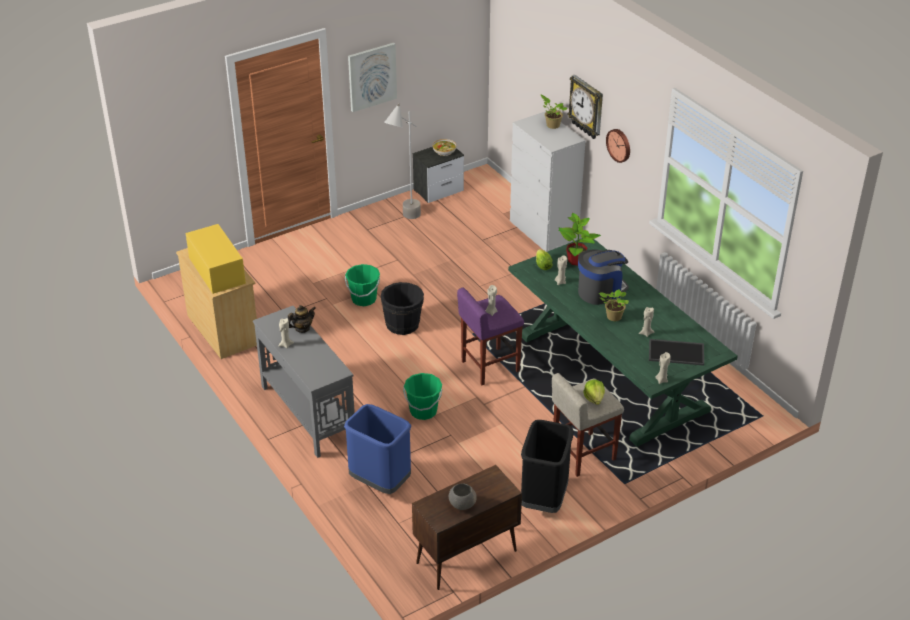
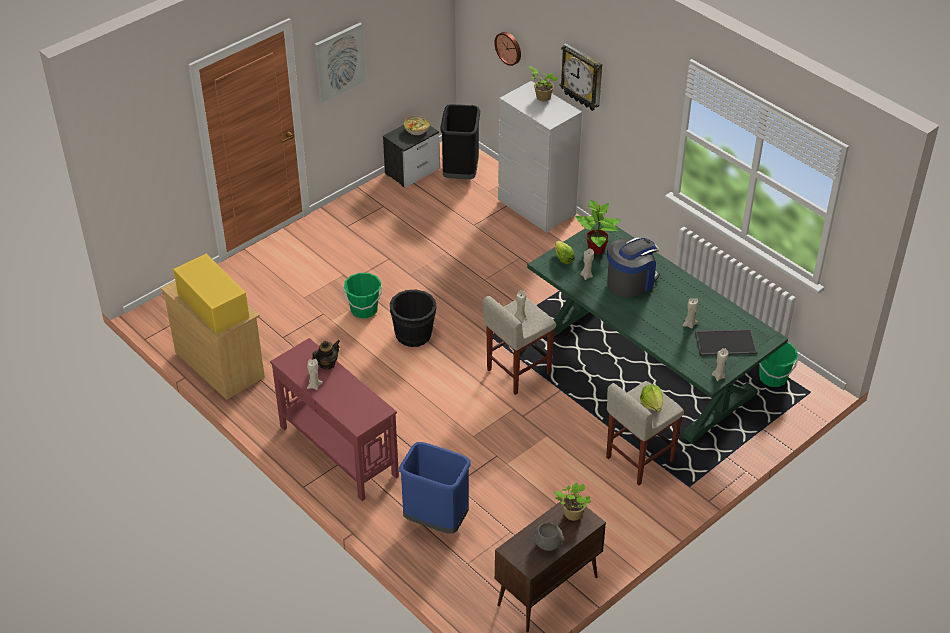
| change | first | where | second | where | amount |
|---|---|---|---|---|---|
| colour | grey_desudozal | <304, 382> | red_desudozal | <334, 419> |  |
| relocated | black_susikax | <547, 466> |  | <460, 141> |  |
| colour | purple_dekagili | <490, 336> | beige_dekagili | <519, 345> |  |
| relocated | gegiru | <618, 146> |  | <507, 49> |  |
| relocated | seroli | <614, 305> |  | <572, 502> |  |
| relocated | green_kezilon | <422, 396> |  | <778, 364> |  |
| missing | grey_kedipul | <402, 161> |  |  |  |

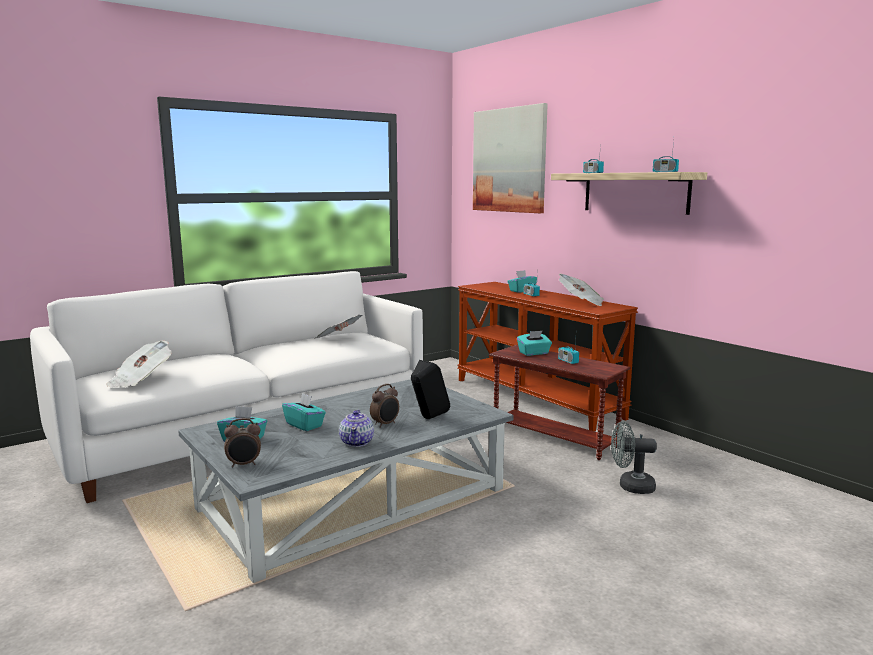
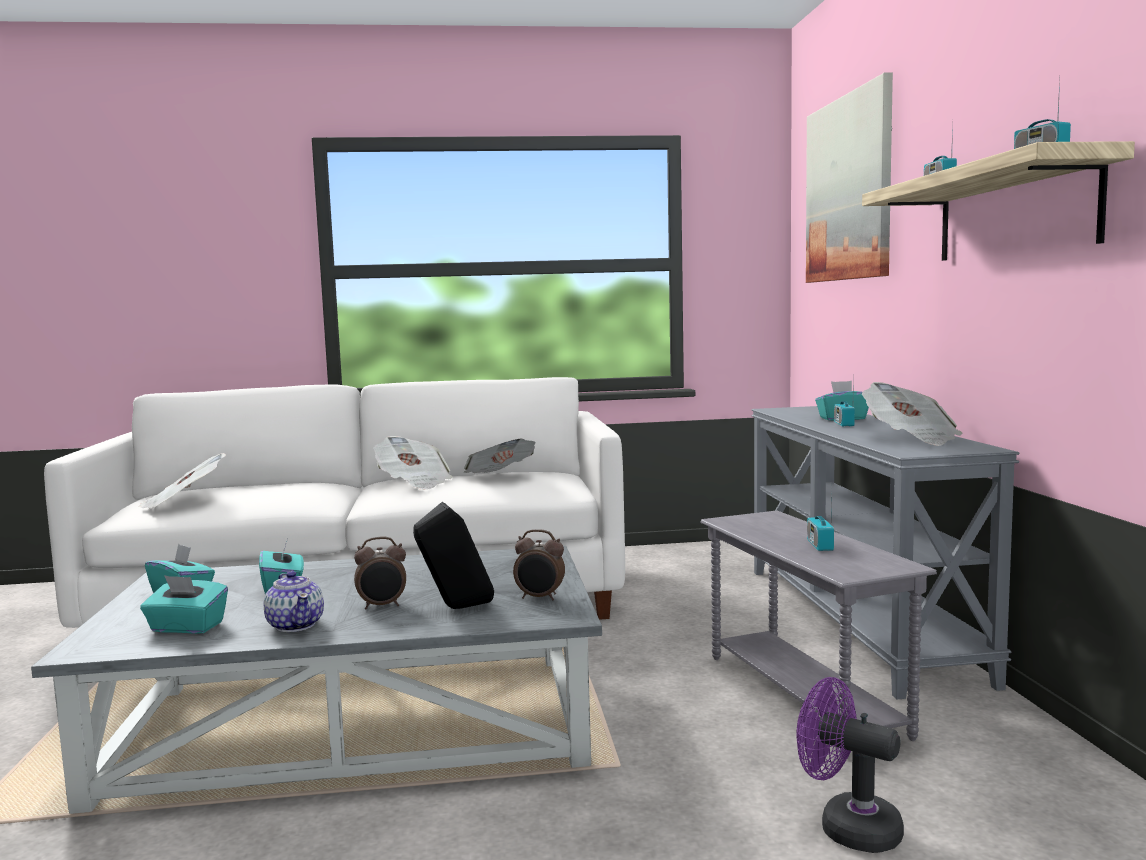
| change | first | where | second | where | amount |
|---|---|---|---|---|---|
| relocated | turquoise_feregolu | <534, 343> |  | <184, 604> |  |
| spun | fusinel | <356, 428> |  | <294, 601> | 60 degrees counterclockwise |
| appeared |  |  | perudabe | <413, 463> |  |
| relocated | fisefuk | <242, 442> |  | <539, 565> |  |
| colour | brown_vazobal | <560, 402> | grey_vazobal | <818, 633> |  |
| colour | brown_desudozal | <547, 356> | grey_desudozal | <885, 552> |  |
| colour | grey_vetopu | <634, 457> | purple_vetopu | <850, 765> |  |

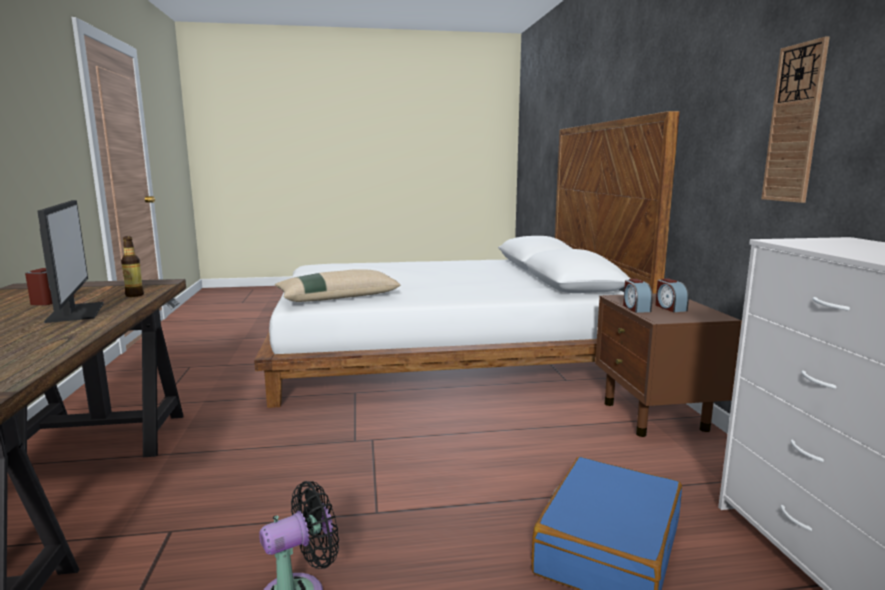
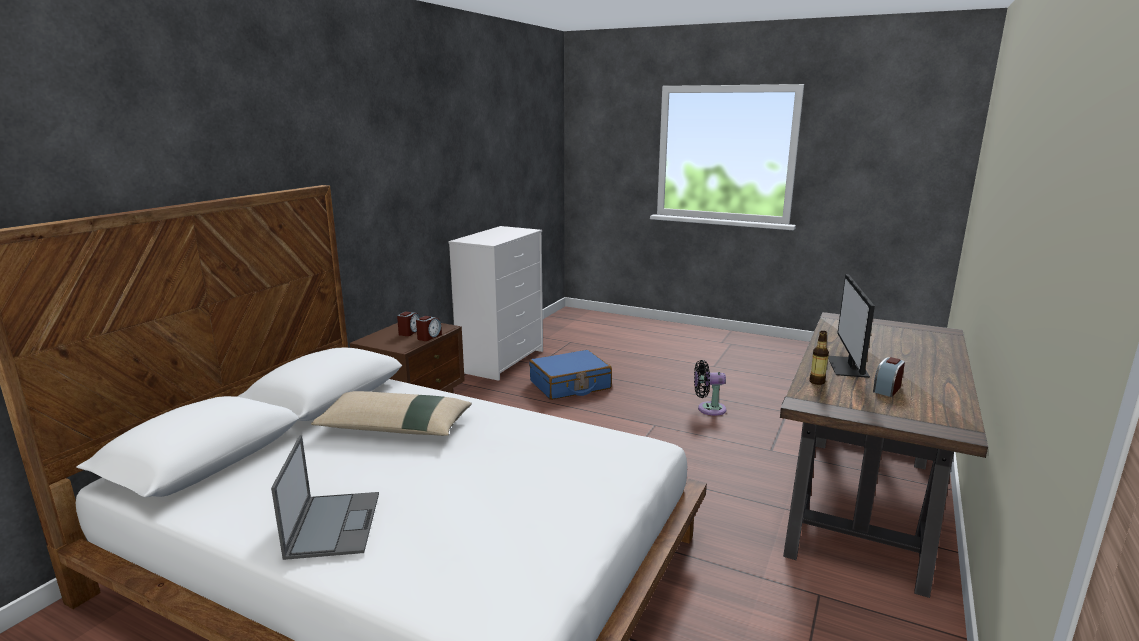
| change | first | where | second | where | amount |
|---|---|---|---|---|---|
| appeared |  |  | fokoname | <325, 497> |  |
| relocated | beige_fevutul | <337, 285> |  | <391, 413> |  |
| missing | gegiru | <795, 119> |  |  |  |

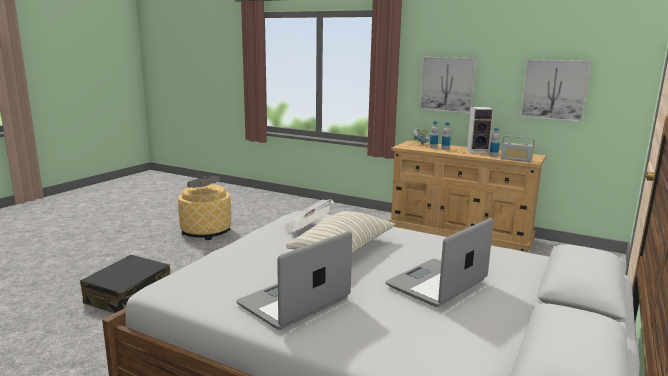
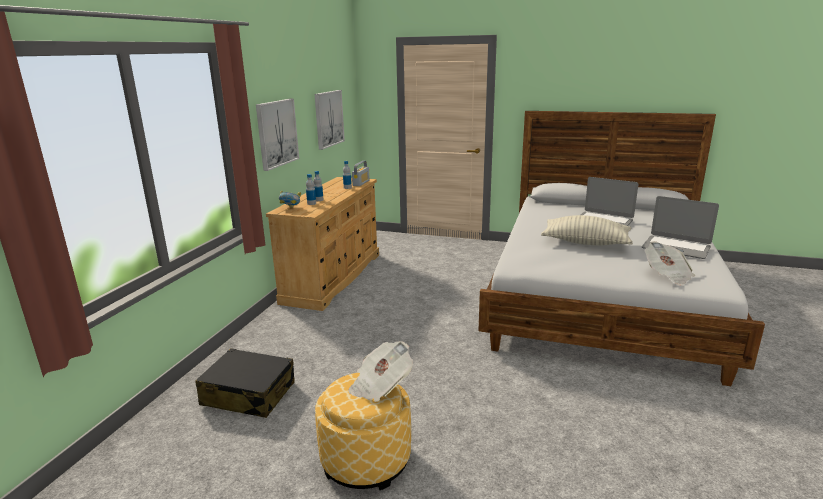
| change | first | where | second | where | amount |
|---|---|---|---|---|---|
| relocated | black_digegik | <125, 284> |  | <245, 383> |  |
| relocated | perudabe | <308, 216> |  | <670, 263> |  |
| missing | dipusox | <480, 130> |  |  |  |

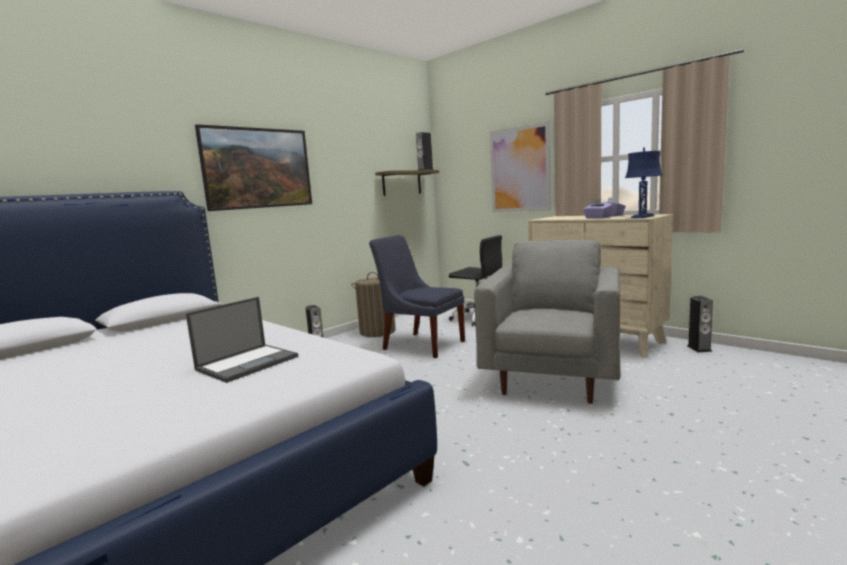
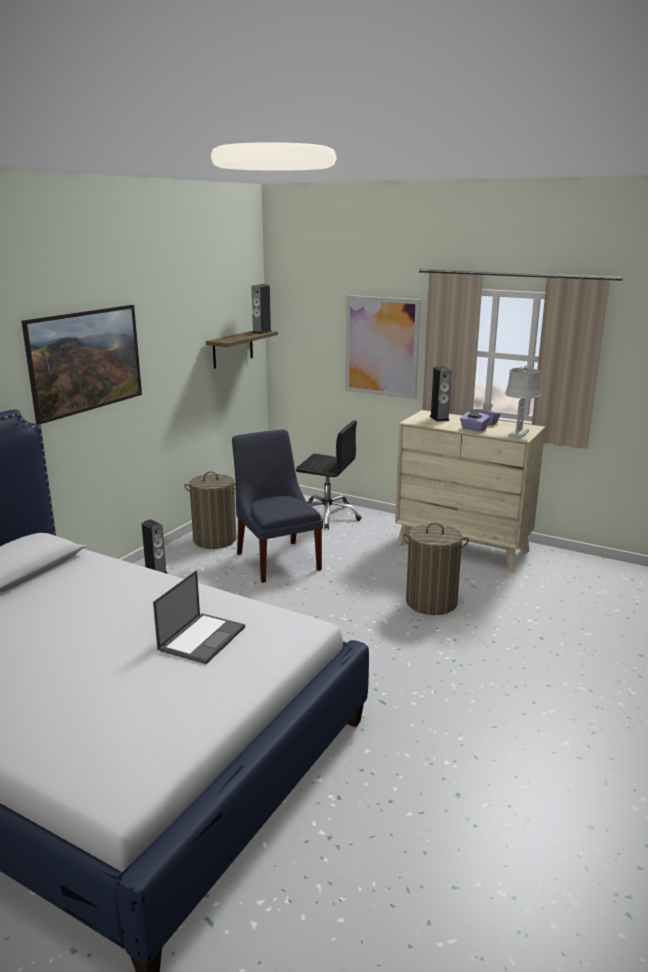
| change | first | where | second | where | amount |
|---|---|---|---|---|---|
| spun | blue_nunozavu | <417, 296> |  | <277, 506> | 45 degrees clockwise |
| exchanged | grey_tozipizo | <547, 322> | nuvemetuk | <435, 569> |  |
| relocated | dipusox | <700, 324> |  | <440, 394> |  |
| colour | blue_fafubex | <644, 182> | grey_fafubex | <523, 401> |  |

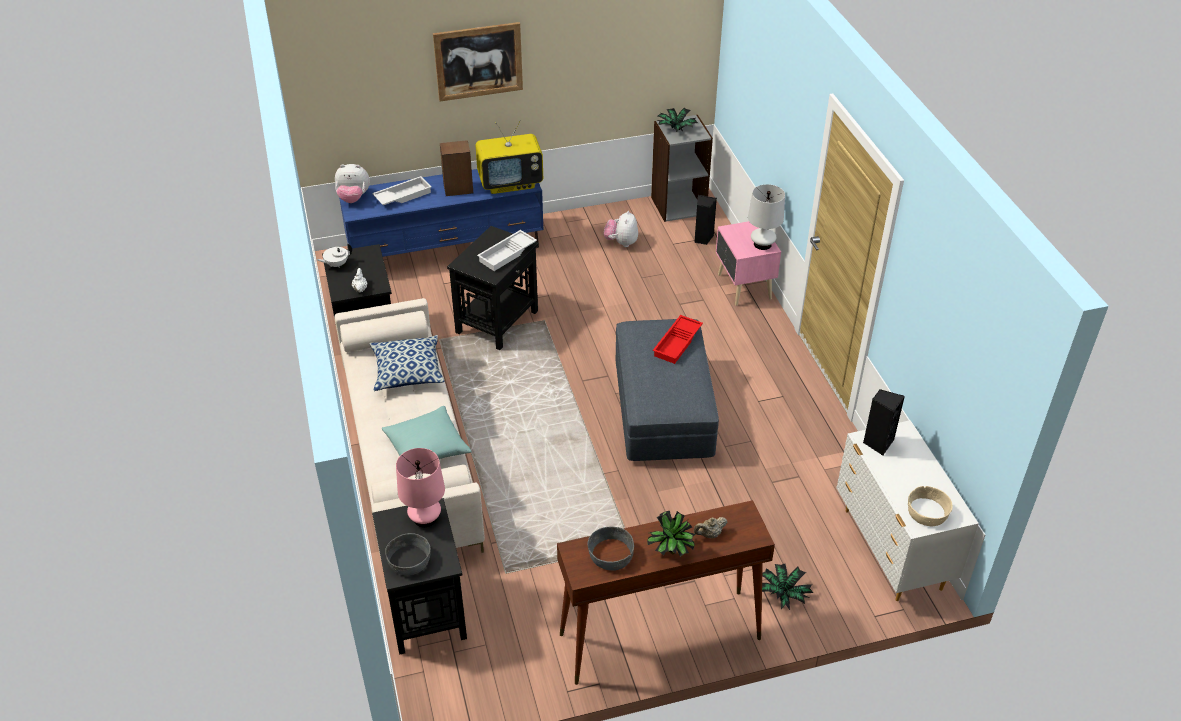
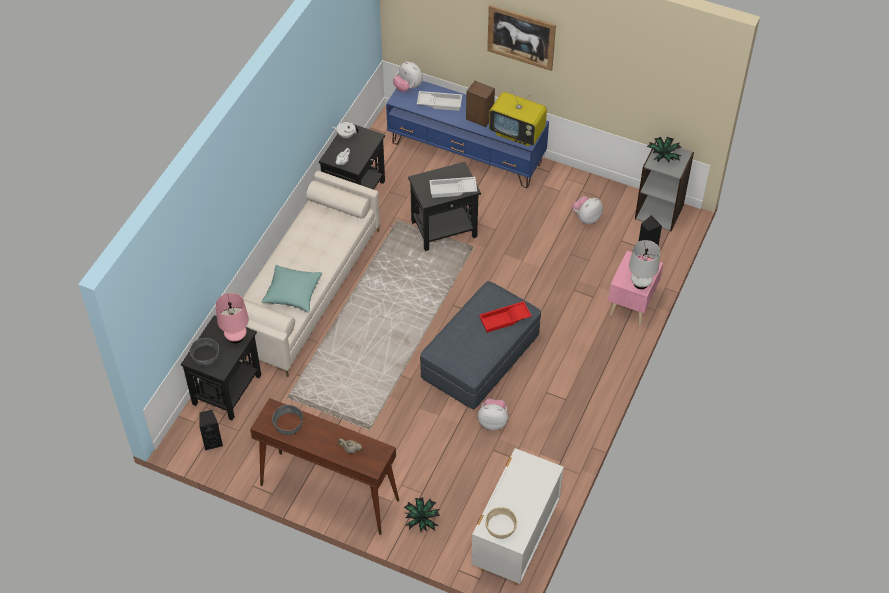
| change | first | where | second | where | amount |
|---|---|---|---|---|---|
| relocated | black_dipusox | <884, 422> |  | <211, 430> |  |
| appeared |  |  | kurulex | <493, 415> |  |
| missing | fevutul | <407, 363> |  |  |  |
| missing | seroli | <671, 534> |  |  |  |

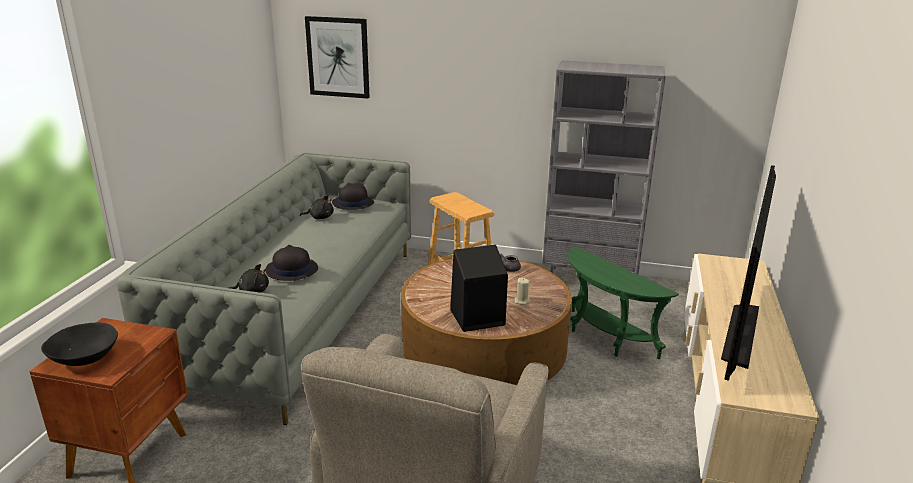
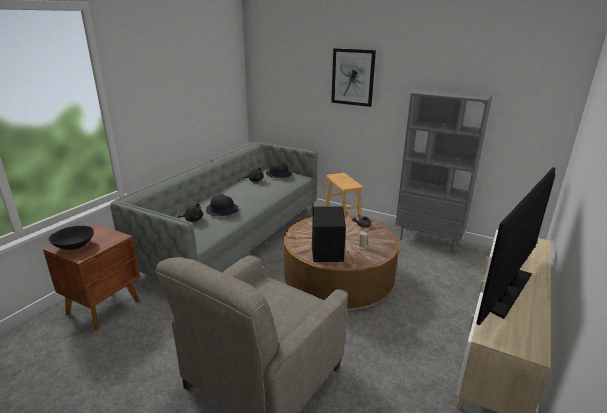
| change | first | where | second | where | amount |
|---|---|---|---|---|---|
| relocated | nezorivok | <337, 57> |  | <353, 77> |  |
| missing | green_vazobal | <623, 302> |  |  |  |

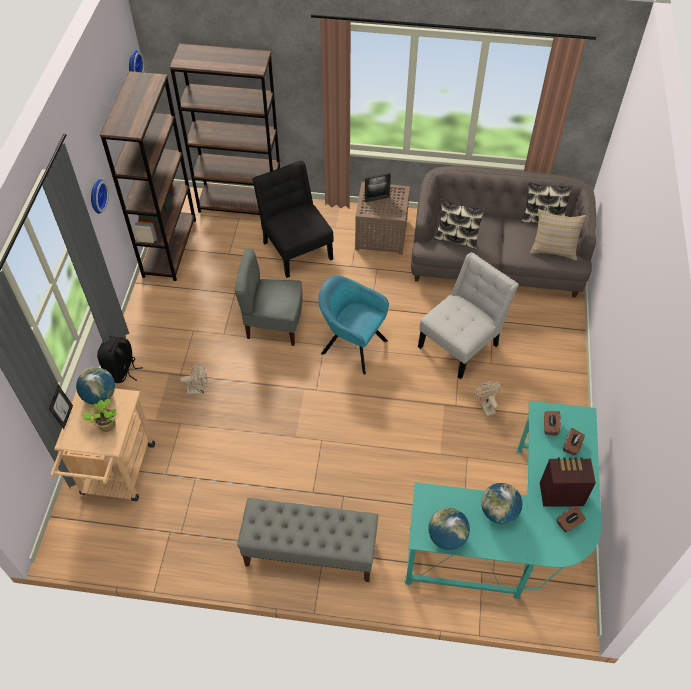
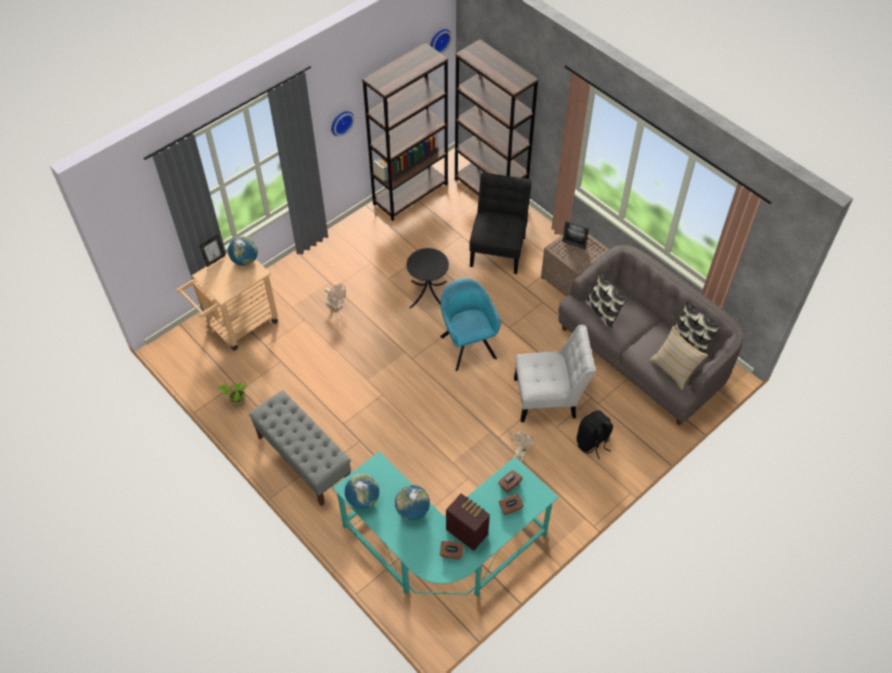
| change | first | where | second | where | amount |
|---|---|---|---|---|---|
| relocated | seroli | <99, 415> |  | <232, 395> |  |
| exchanged | grey_nunozavu | <268, 297> | black_vazobal | <428, 278> |  |
| relocated | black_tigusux | <120, 359> |  | <594, 434> |  |

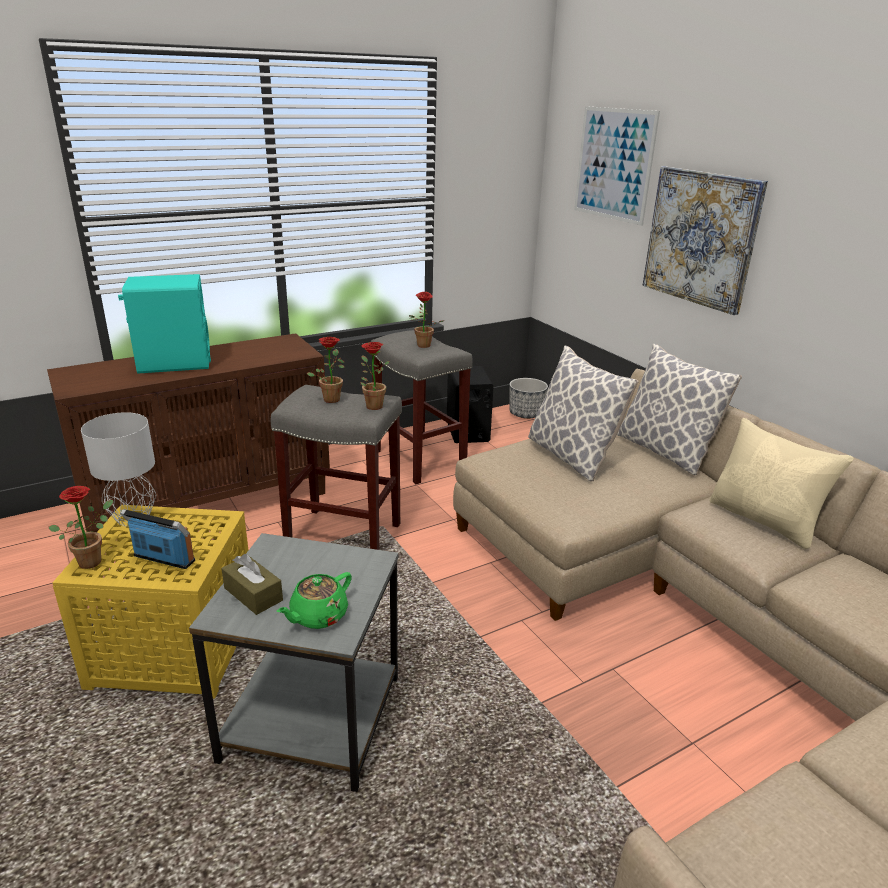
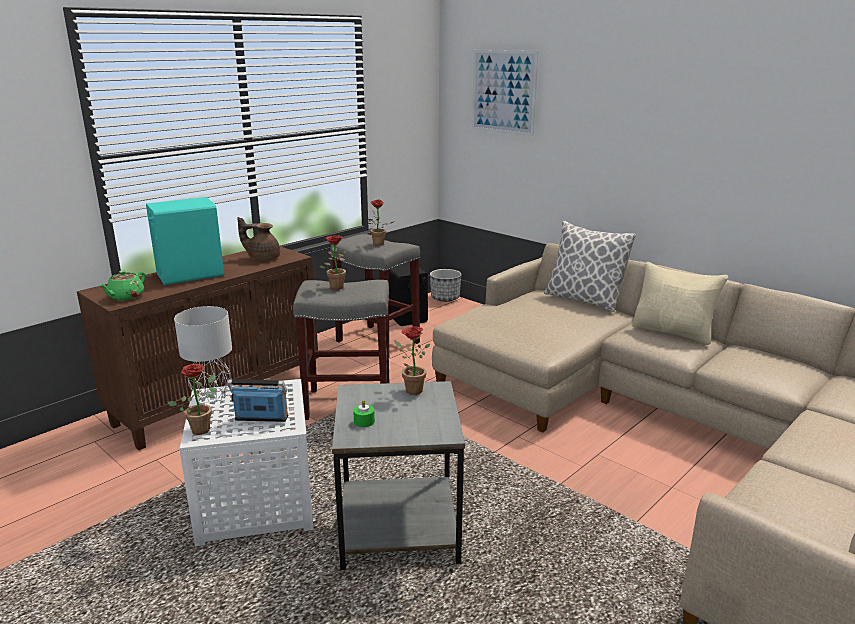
| change | first | where | second | where | amount |
|---|---|---|---|---|---|
| relocated | green_fusinel | <314, 600> |  | <122, 286> |  |
| colour | yellow_vazobal | <150, 602> | white_vazobal | <247, 462> |  |
| appeared |  |  | brown_fusinel | <258, 239> |  |
| exchanged | brown_feregolu | <252, 584> | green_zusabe | <364, 413> |  |
| relocated | seroli | <375, 376> |  | <412, 360> |  |
| missing | fevutul | <583, 414> |  |  |  |
| missing | nezorivok | <705, 240> |  |  |  |

